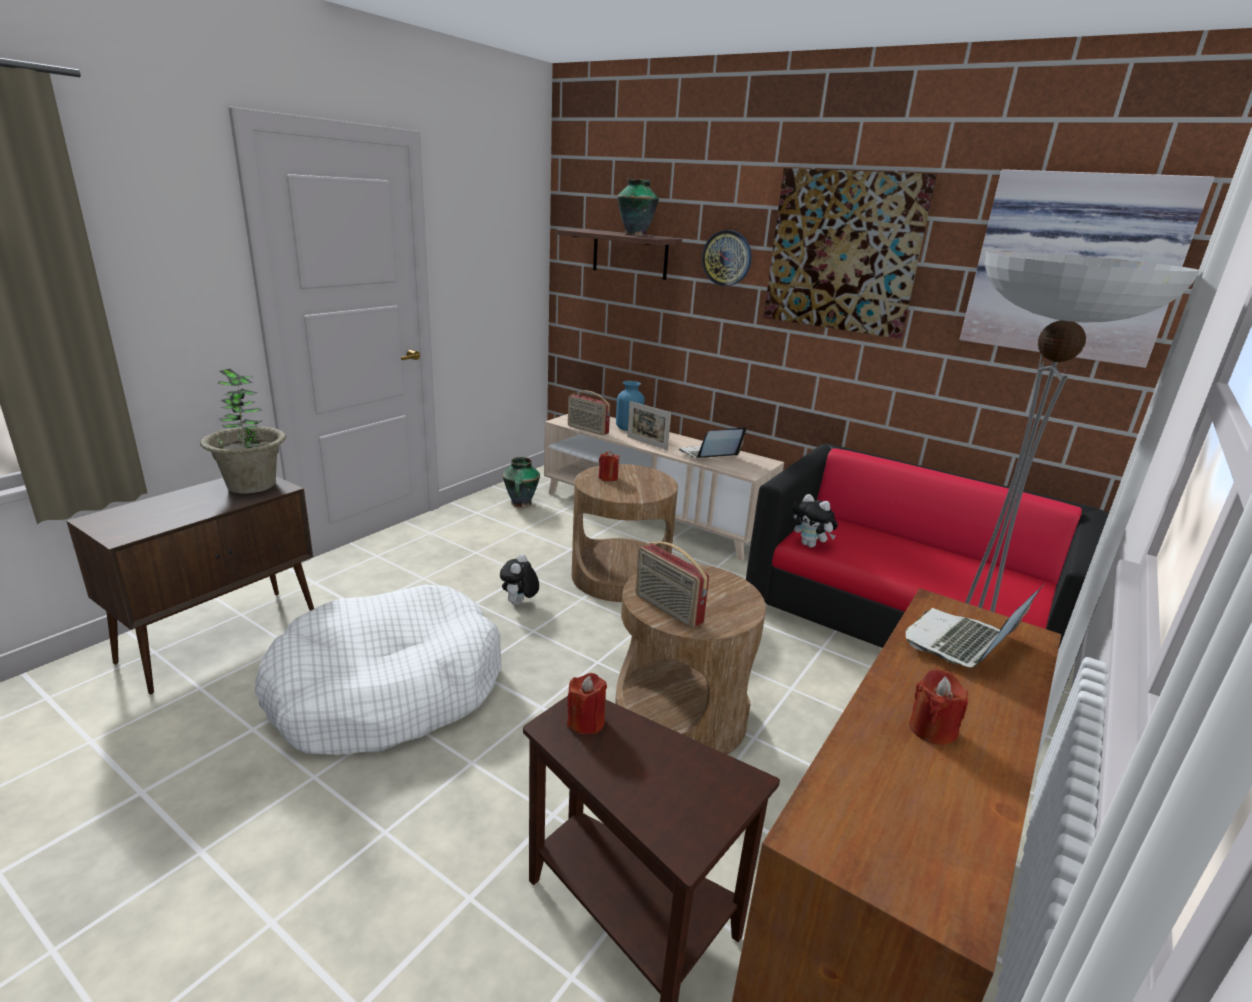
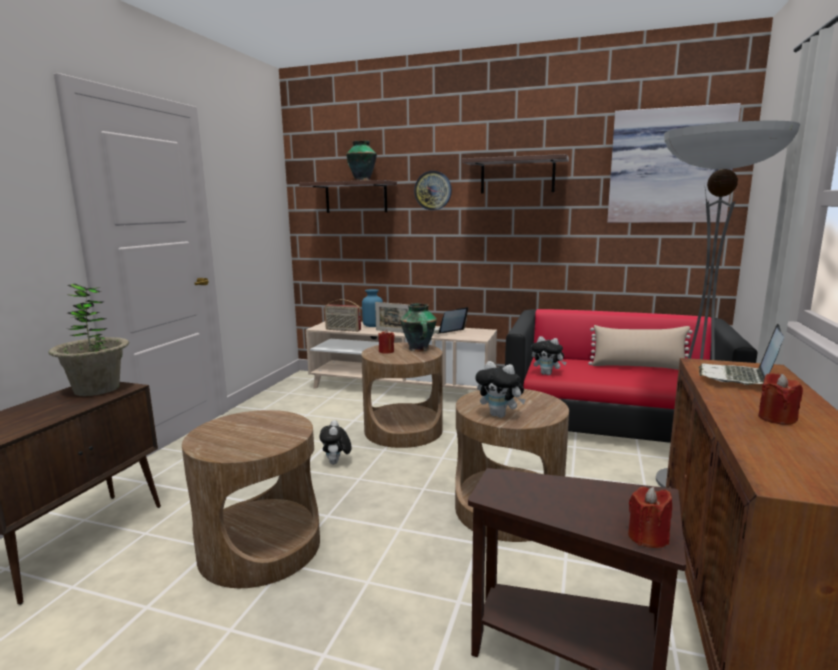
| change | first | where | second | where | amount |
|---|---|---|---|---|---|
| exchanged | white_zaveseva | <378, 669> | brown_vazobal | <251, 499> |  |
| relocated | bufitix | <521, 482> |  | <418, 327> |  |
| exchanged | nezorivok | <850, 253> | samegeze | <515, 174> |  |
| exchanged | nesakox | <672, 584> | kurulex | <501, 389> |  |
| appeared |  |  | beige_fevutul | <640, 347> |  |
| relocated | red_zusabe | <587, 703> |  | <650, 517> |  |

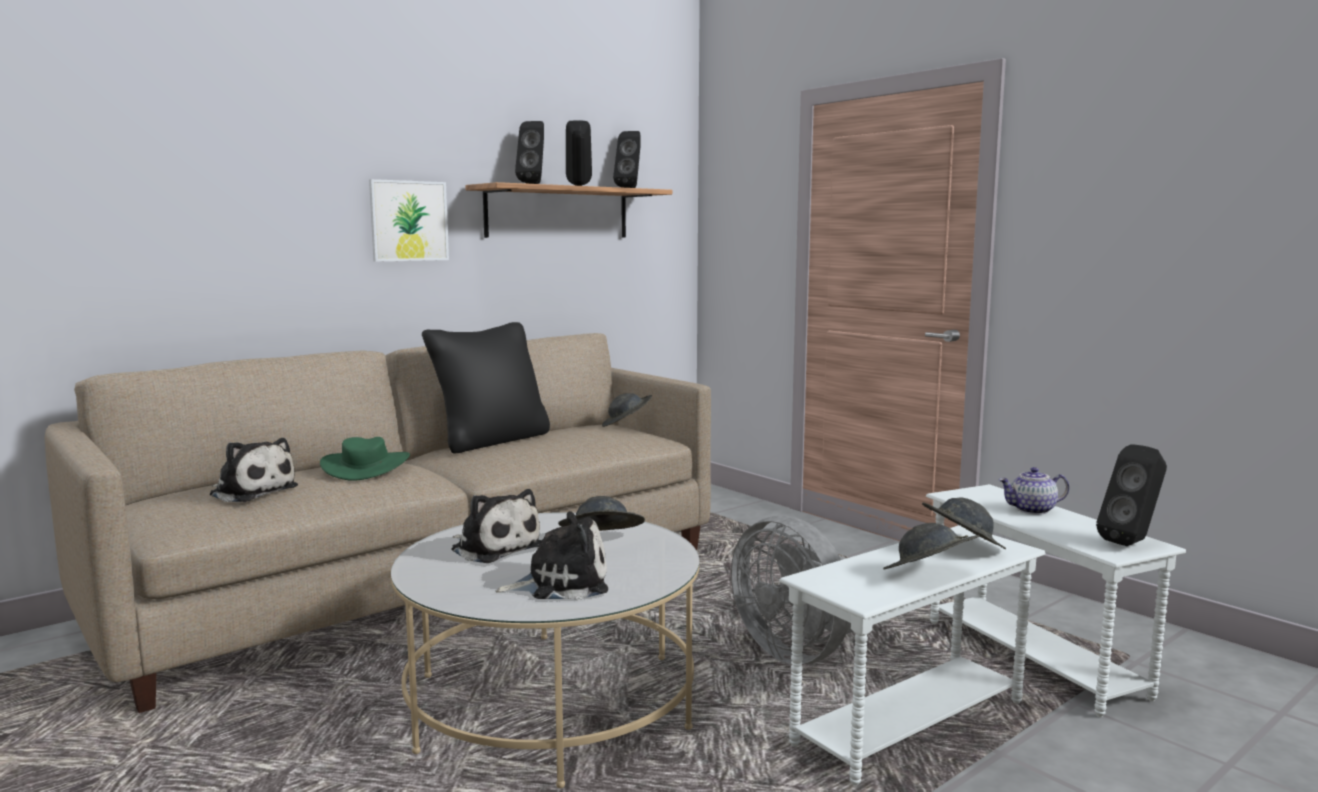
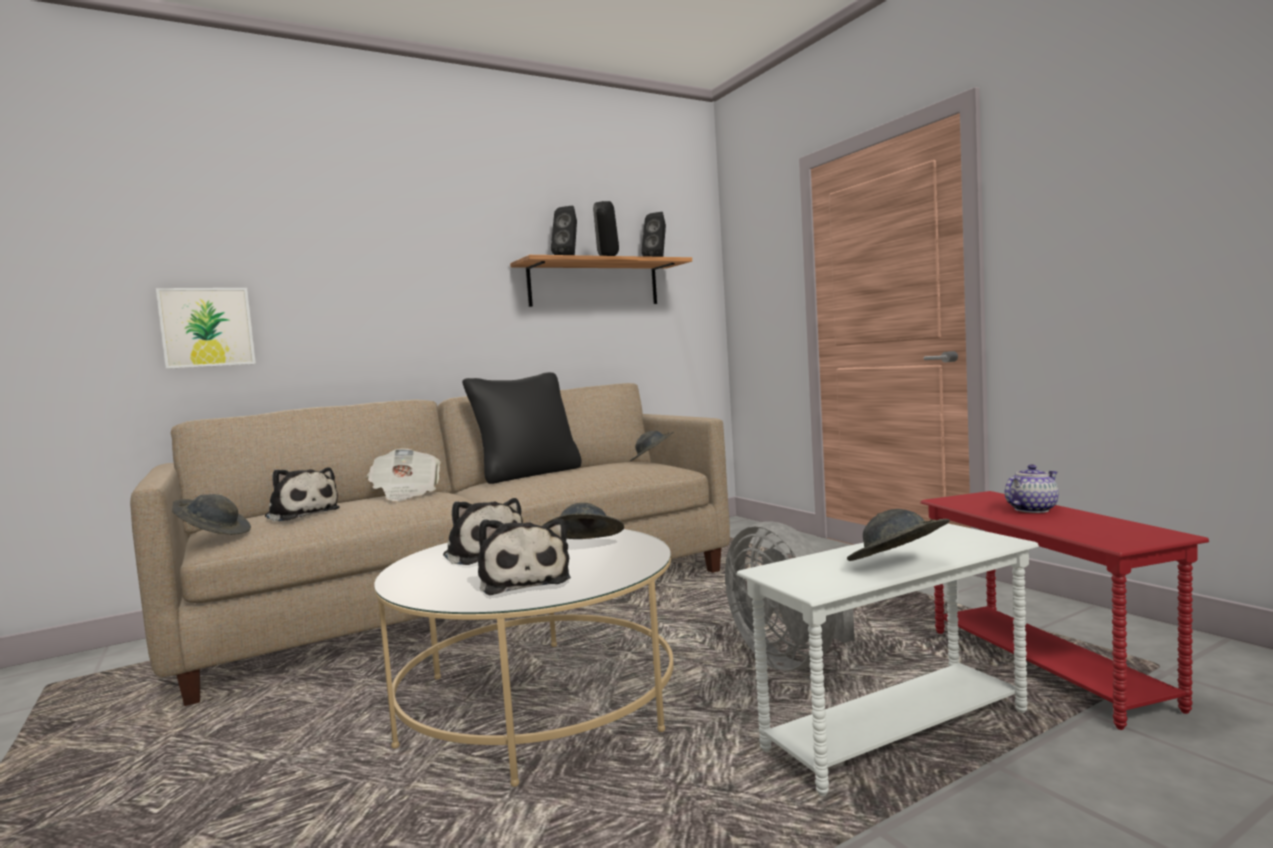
| change | first | where | second | where | amount |
|---|---|---|---|---|---|
| relocated | nezorivok | <409, 220> |  | <206, 328> |  |
| relocated | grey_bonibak | <964, 523> |  | <211, 514> |  |
| exchanged | green_bonibak | <365, 459> | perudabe | <403, 474> |  |
| spun | kurulex | <552, 555> |  | <524, 557> | 75 degrees clockwise |
| colour | white_vazobal | <1056, 601> | red_vazobal | <1064, 610> |  |
| spun | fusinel | <1034, 491> |  | <1032, 488> | 150 degrees clockwise |
| missing | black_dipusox | <1131, 495> |  |  |  |

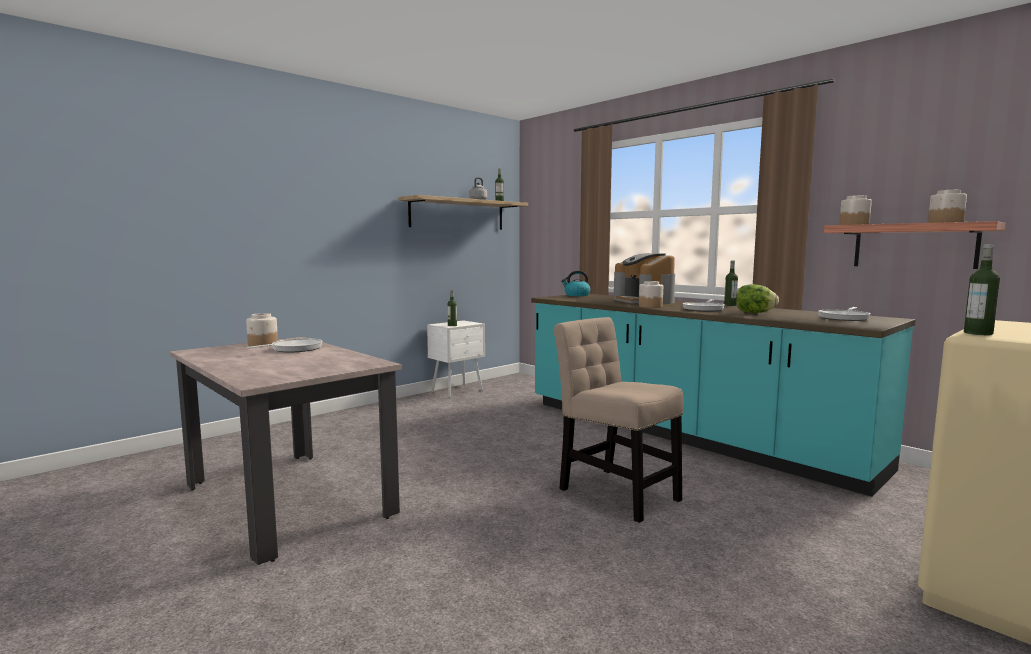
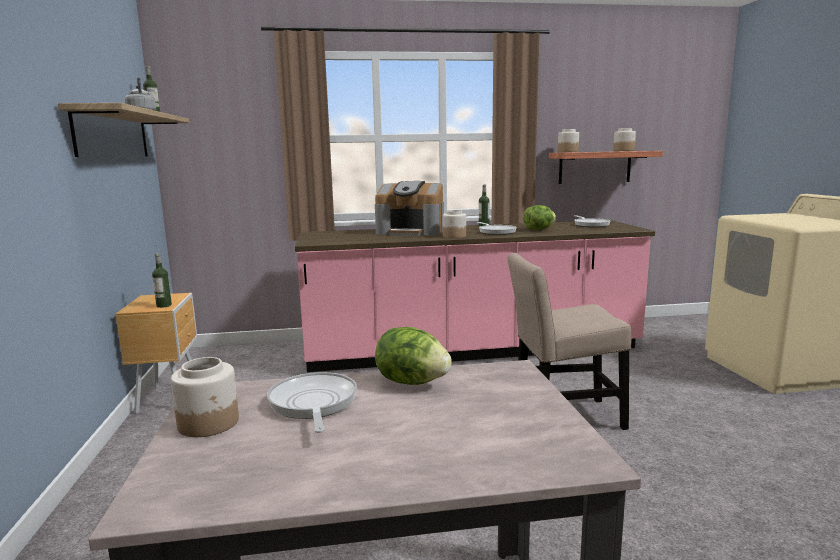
| change | first | where | second | where | amount |
|---|---|---|---|---|---|
| colour | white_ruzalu | <456, 359> | brown_ruzalu | <156, 353> |  |
| colour | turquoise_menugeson | <723, 395> | pink_menugeson | <475, 296> |  |
| appeared |  |  | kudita | <413, 356> |  |
| missing | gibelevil | <576, 283> |  |  |  |
| missing | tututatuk | <982, 289> |  |  |  |

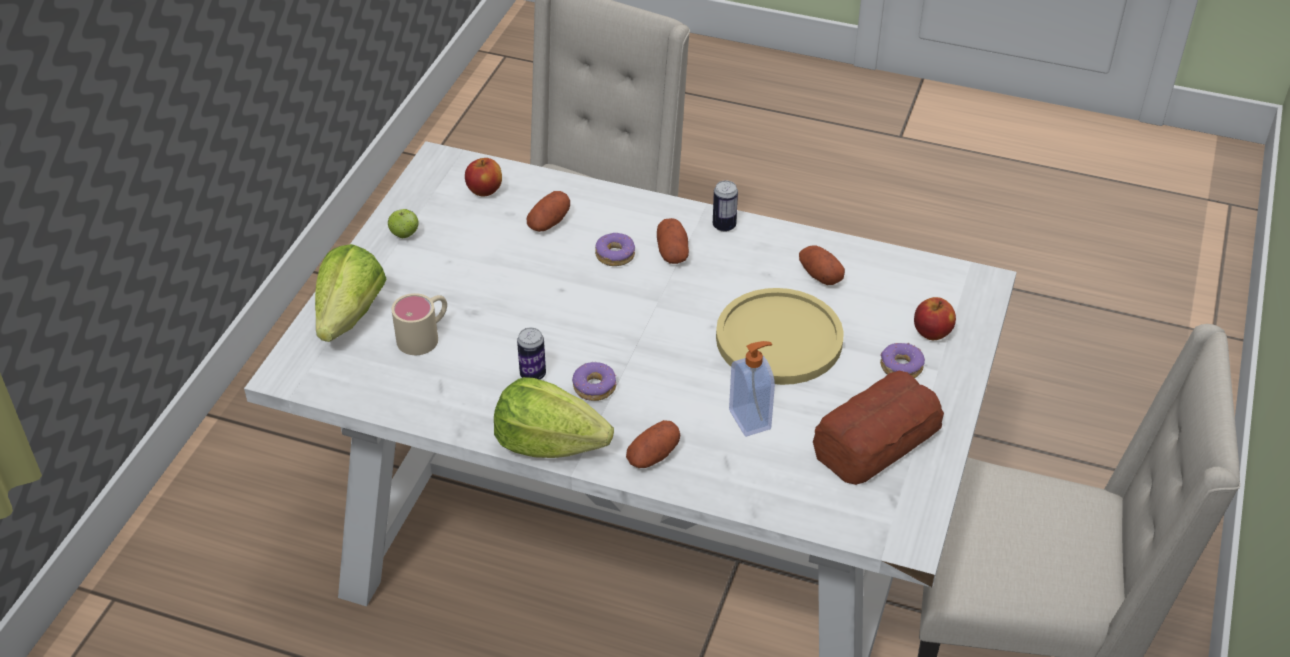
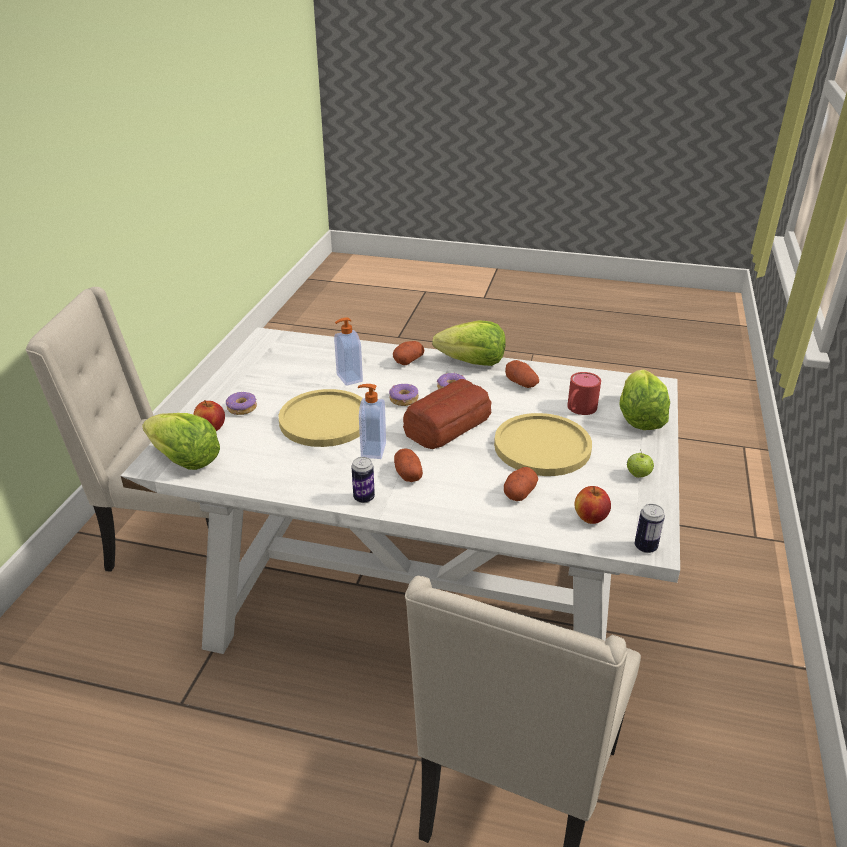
| change | first | where | second | where | amount |
|---|---|---|---|---|---|
| appeared |  |  | kudita | <181, 441> |  |
| appeared |  |  | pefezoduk | <372, 421> |  |
| relocated | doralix | <615, 249> |  | <404, 395> |  |
| relocated | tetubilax | <878, 428> |  | <447, 414> |  |
| appeared |  |  | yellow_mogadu | <543, 444> |  |
| relocated | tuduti | <822, 265> |  | <522, 374> |  |
| colour | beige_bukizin | <419, 324> | red_bukizin | <584, 393> |  |
| relocated | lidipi | <531, 354> |  | <650, 528> |  |

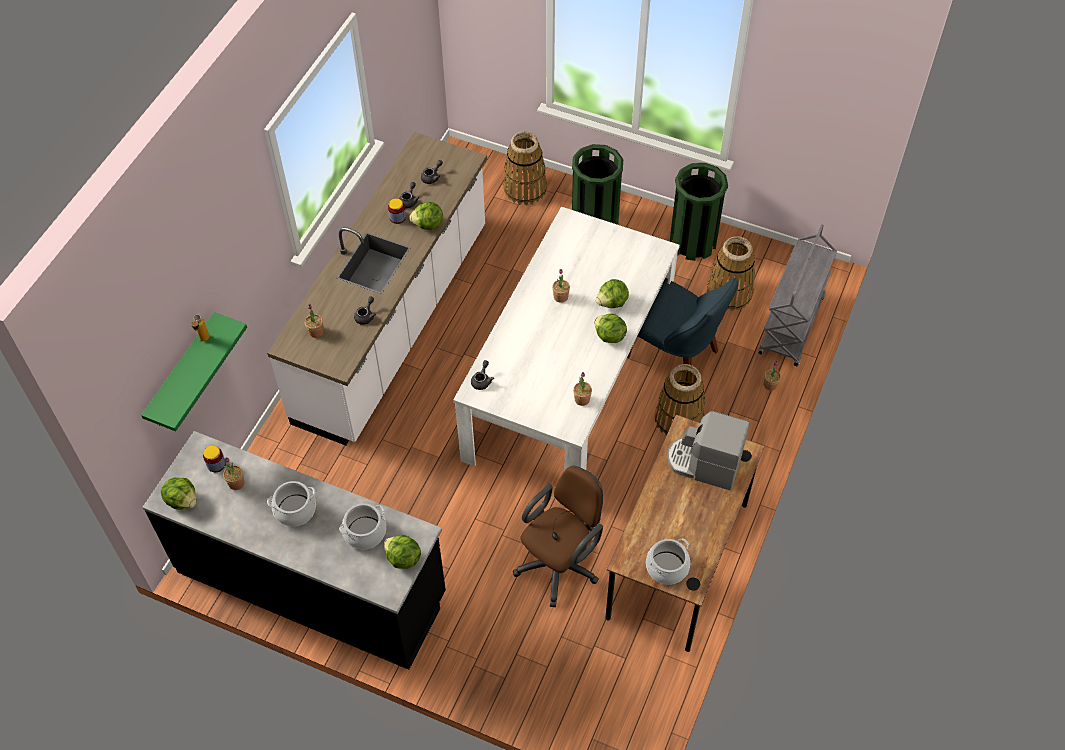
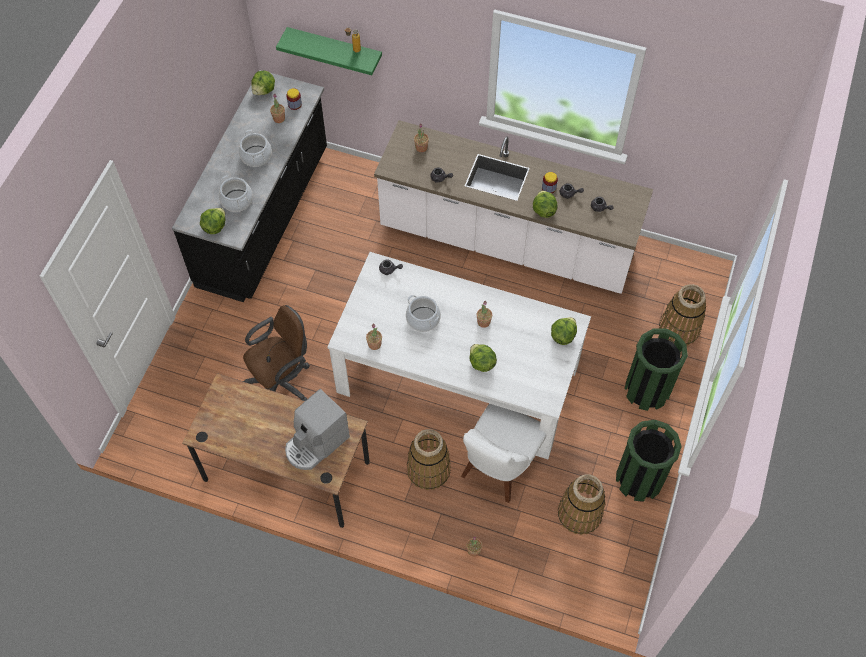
| change | first | where | second | where | amount |
|---|---|---|---|---|---|
| spun | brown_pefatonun | <558, 536> |  | <276, 353> | 75 degrees counterclockwise |
| spun | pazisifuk | <708, 450> |  | <317, 429> | 150 degrees counterclockwise |
| relocated | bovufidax | <668, 562> |  | <423, 313> |  |
| colour | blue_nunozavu | <682, 332> | white_nunozavu | <503, 453> |  |
| relocated | kudita | <610, 328> |  | <564, 331> |  |
| missing | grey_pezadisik | <797, 295> |  |  |  |

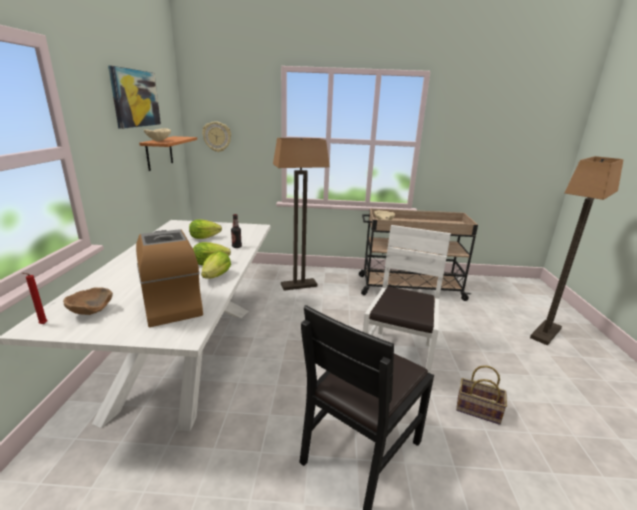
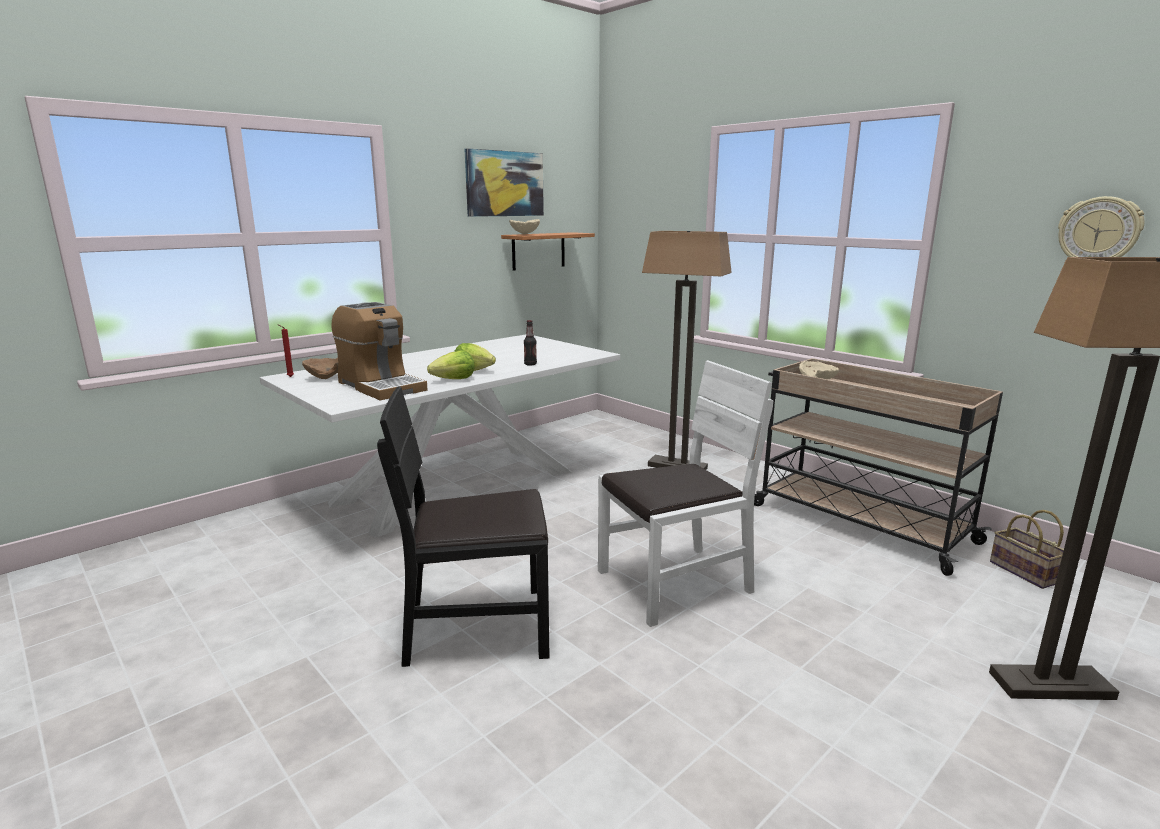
| change | first | where | second | where | amount |
|---|---|---|---|---|---|
| spun | pazisifuk | <169, 278> |  | <379, 351> | 120 degrees clockwise |
| relocated | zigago | <481, 395> |  | <1027, 549> |  |
| relocated | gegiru | <216, 136> |  | <1101, 226> |  |
| missing | kudita | <205, 229> |  |  |  |

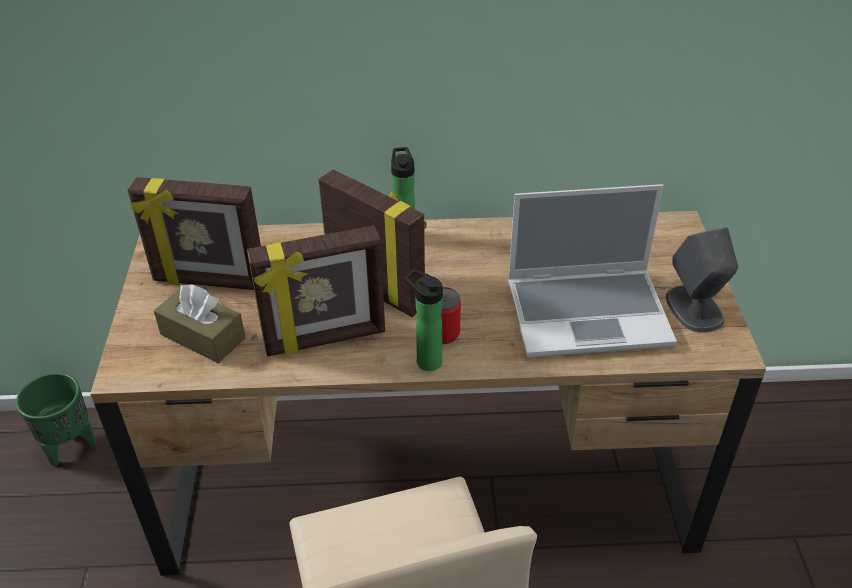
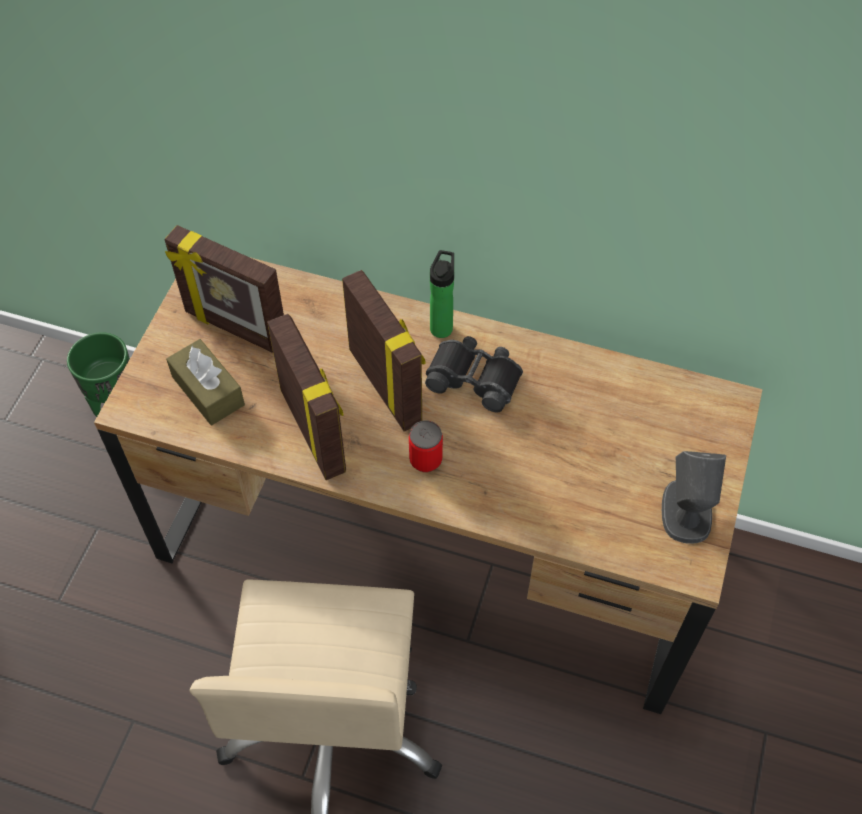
| change | first | where | second | where | amount |
|---|---|---|---|---|---|
| spun | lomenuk | <316, 291> |  | <306, 397> | 120 degrees counterclockwise |
| appeared |  |  | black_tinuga | <474, 374> |  |
| missing | tututatuk | <424, 320> |  |  |  |
| missing | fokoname | <592, 271> |  |  |  |

